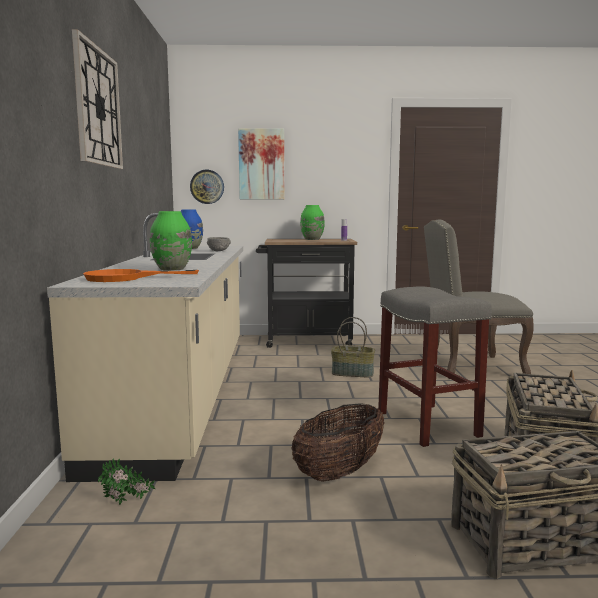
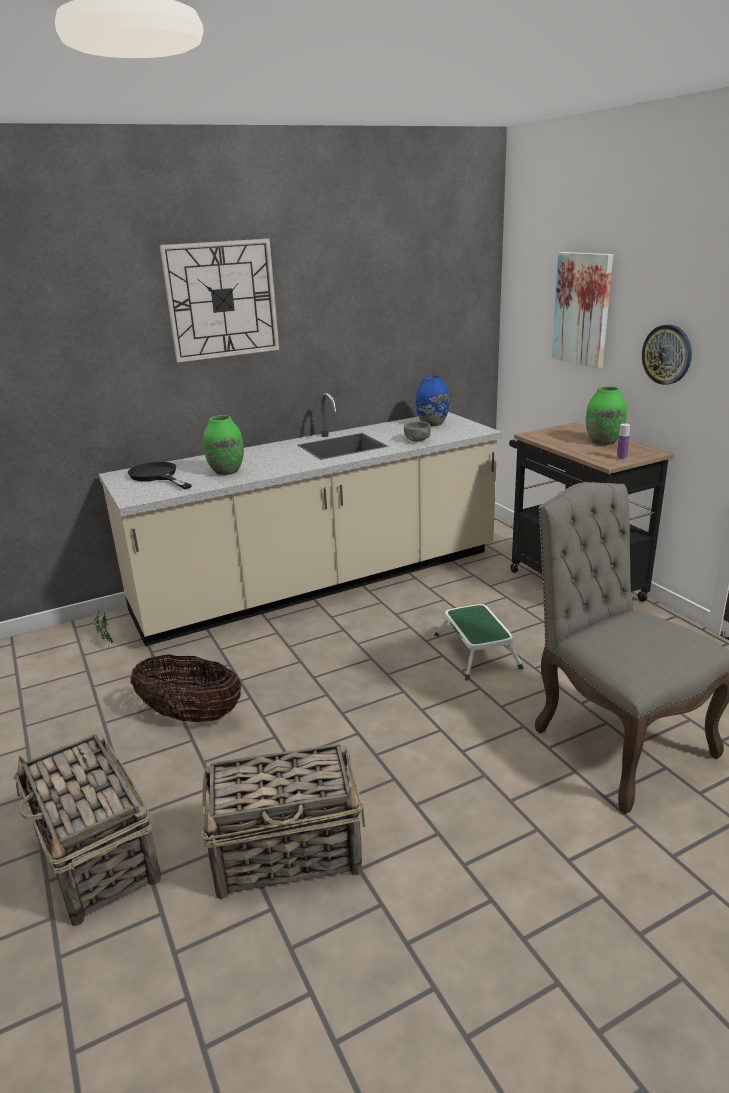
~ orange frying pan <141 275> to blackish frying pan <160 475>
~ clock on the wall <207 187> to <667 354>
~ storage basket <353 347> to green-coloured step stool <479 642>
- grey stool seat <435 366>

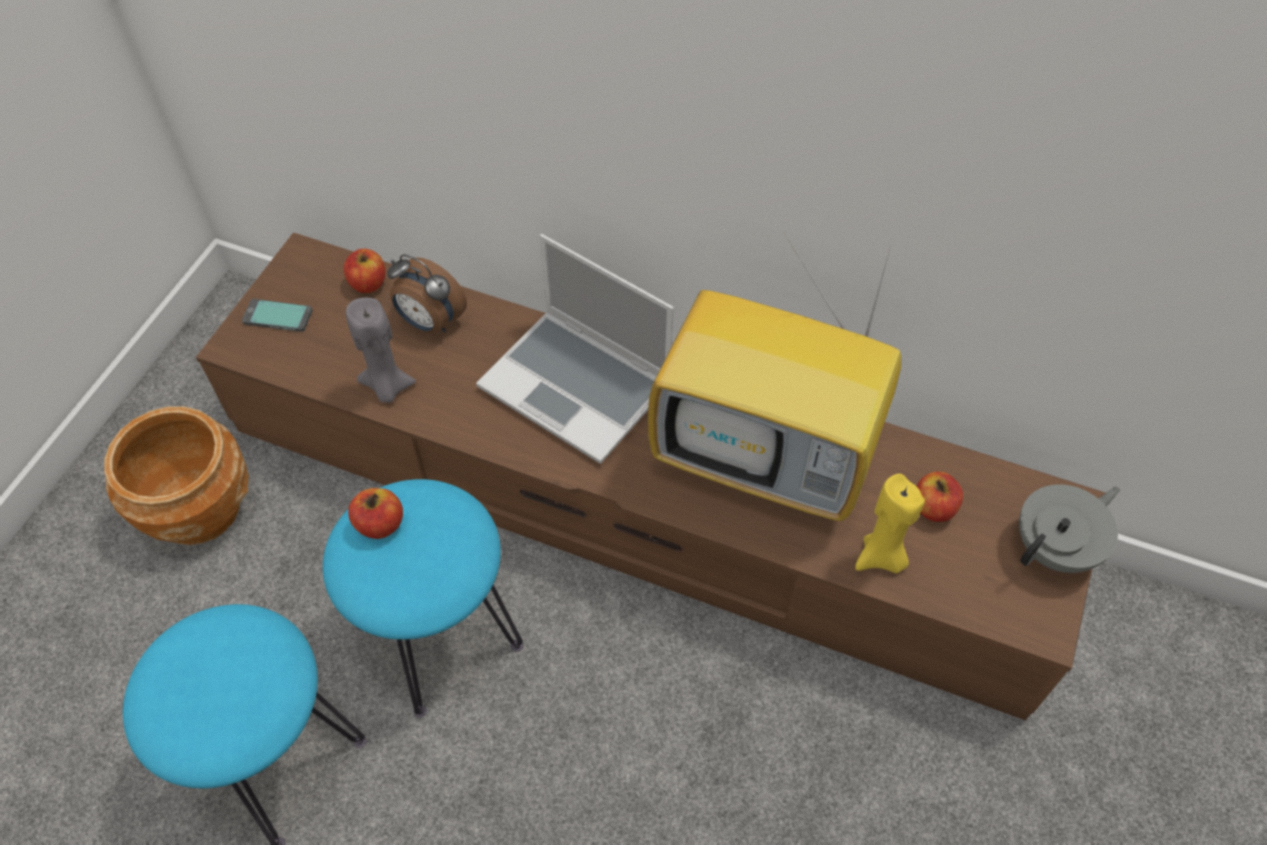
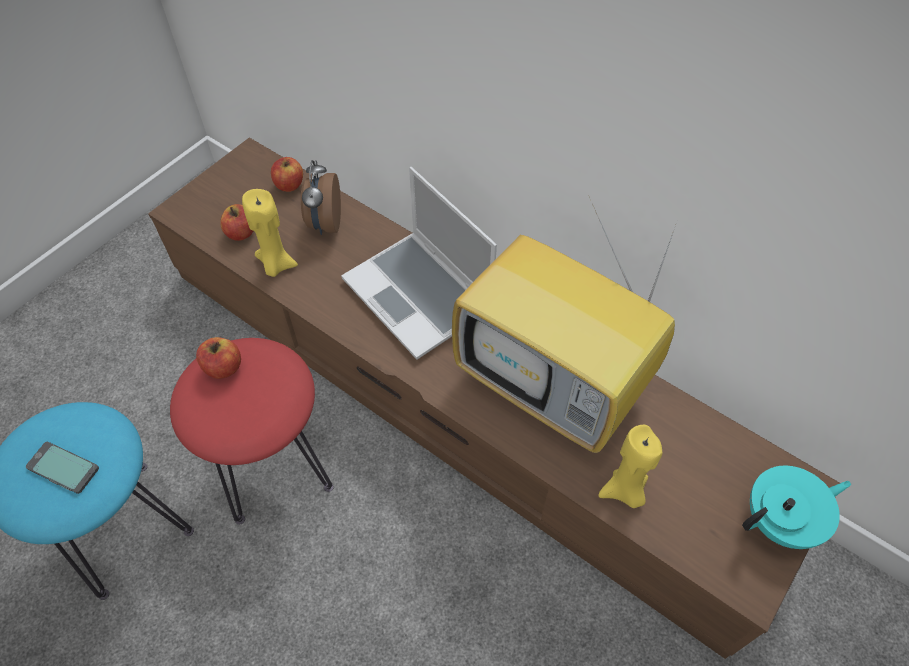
- brownish flower pot <176 475>
~ telephone <277 315> to <62 468>
~ turquoise-coloured stool seat <423 598> to red stool seat <252 431>
~ grey candle <381 350> to yellowish candle <270 233>
~ table clock <427 293> = <321 197> 45 degrees clockwise
~ apple fruit <940 497> to <236 222>
~ grey pot for tea <1069 528> to turquoise-coloured pot for tea <796 507>

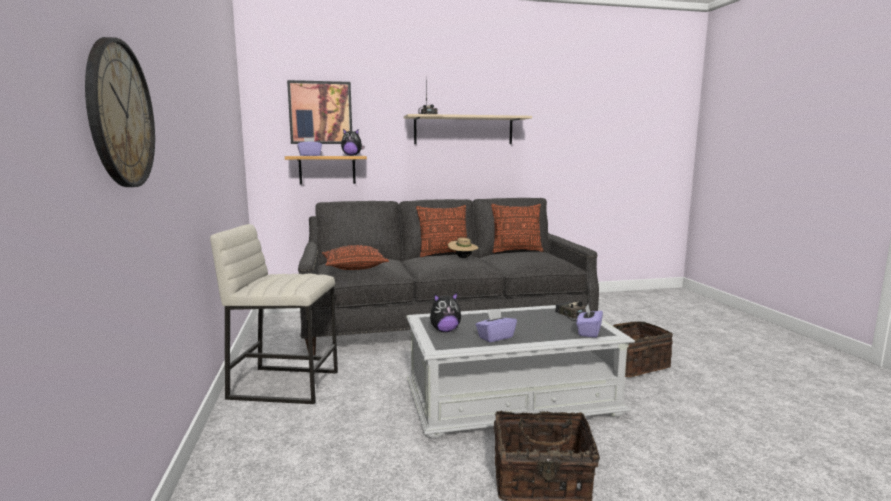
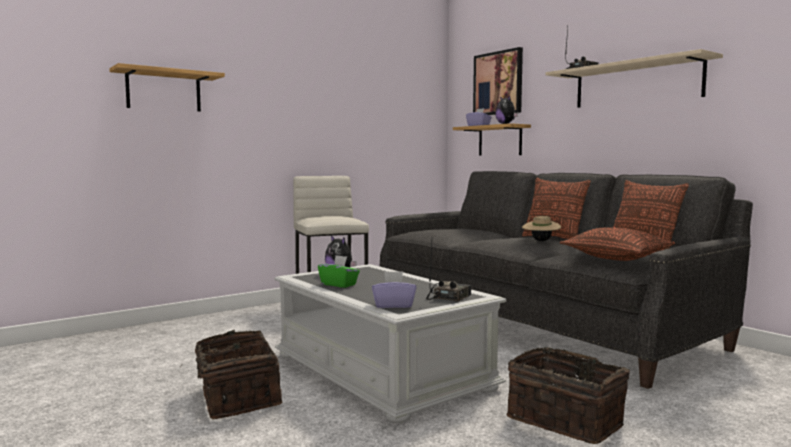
~ clock on the wall <120 112> to bracket shelf <167 87>
~ brownish throw pillow <355 257> to <617 244>
~ purple-coloured tissue box <496 325> to green-coloured tissue box <339 271>

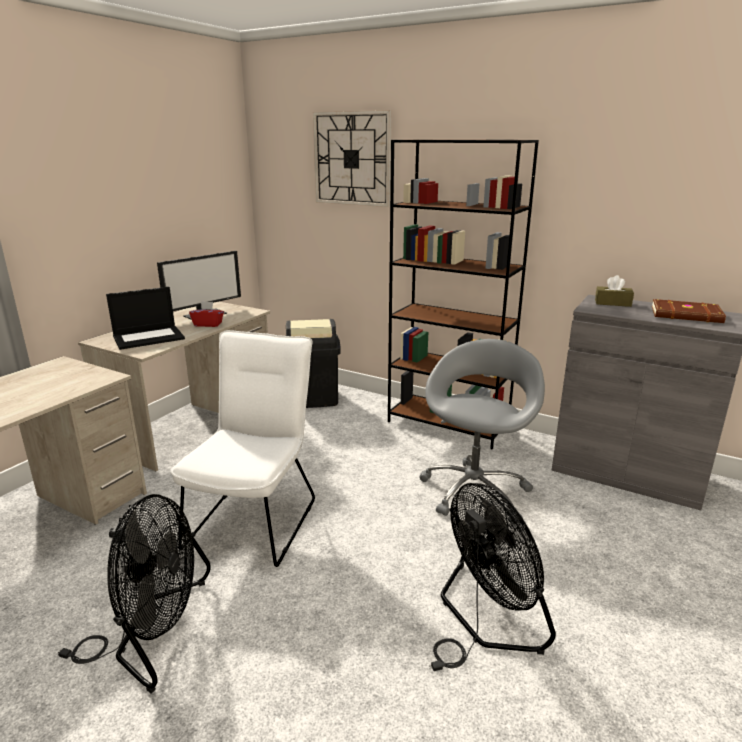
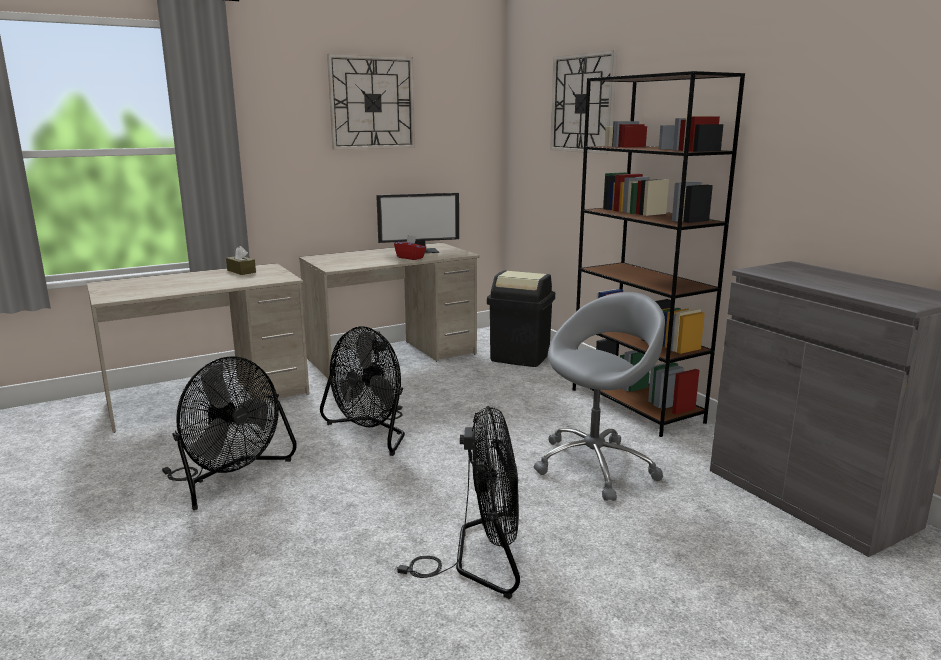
- notebook computer <145 318>
~ white-coloured upright chair <242 448> to blackish fan <362 391>
~ brownish tissue box <614 291> to <241 260>
- brownish bound book <689 311>
+ clock on the wall <371 102>

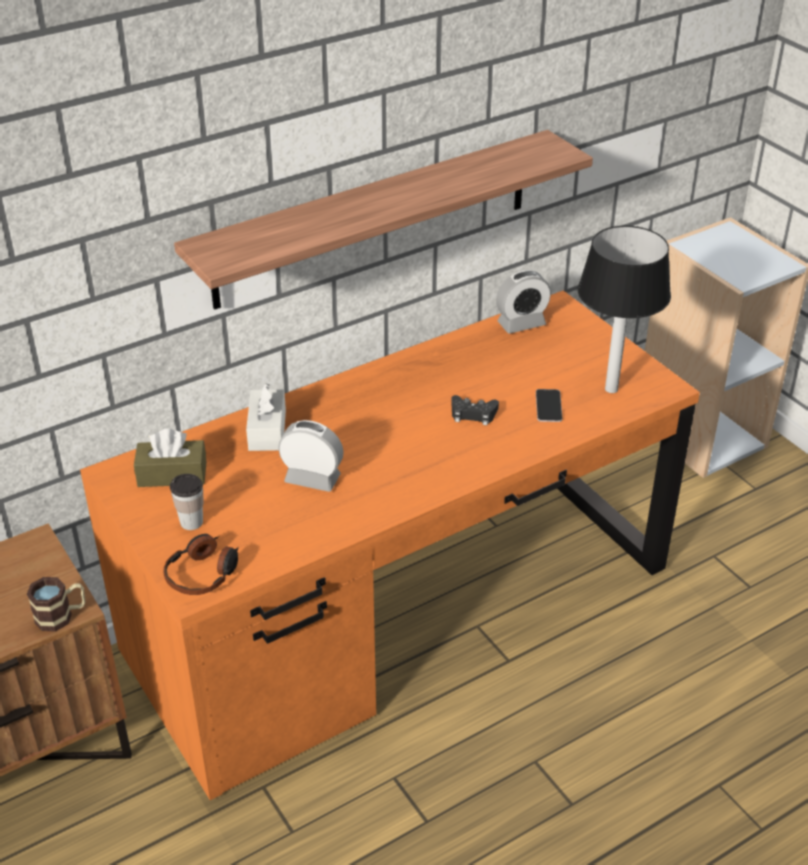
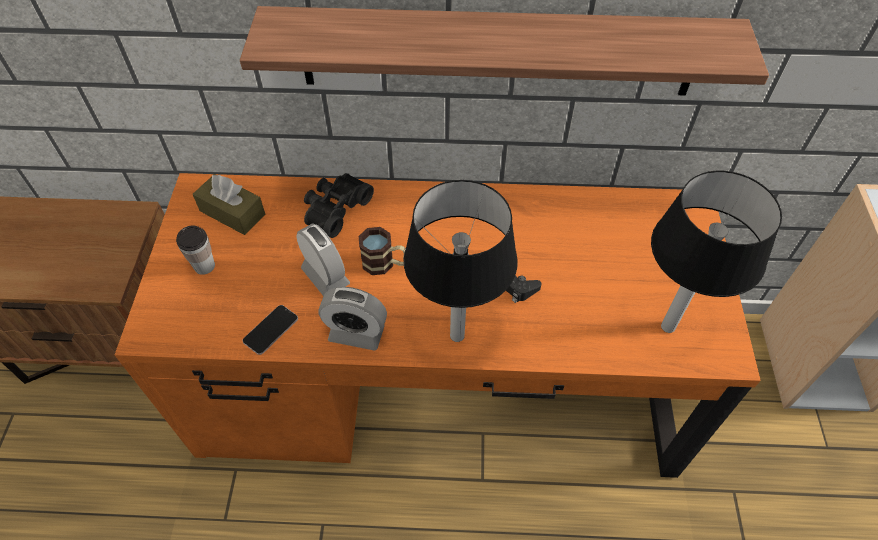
~ mug <56 604> to <382 251>
- headphones <201 564>
~ white-coloured tissue box <266 417> to blackish binoculars <339 205>
~ table clock <523 302> to <352 319>
~ telephone <549 405> to <270 330>
+ tabletop lamp <460 261>

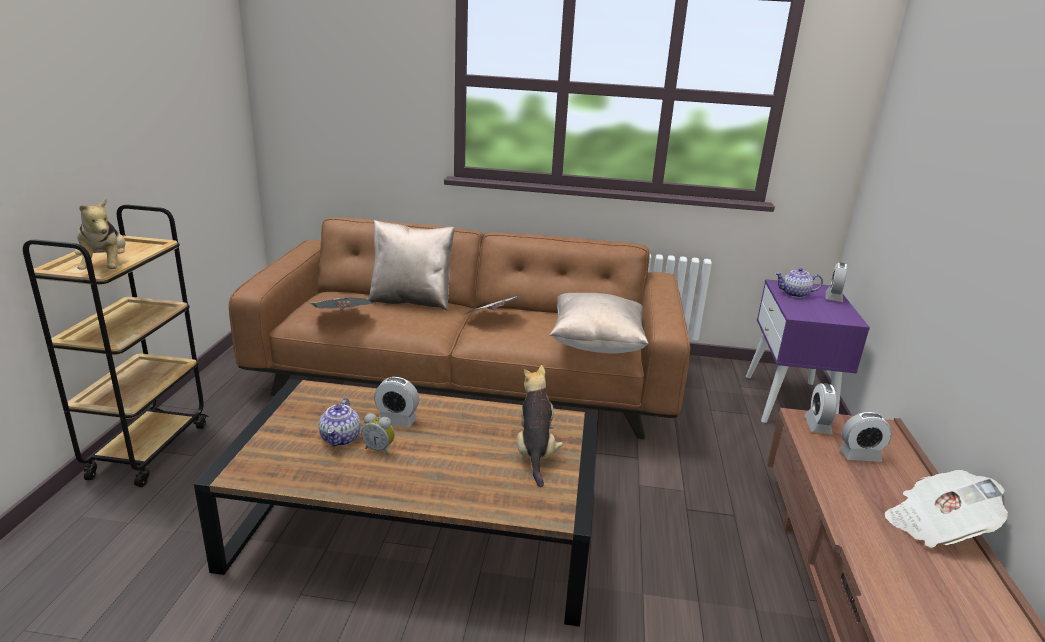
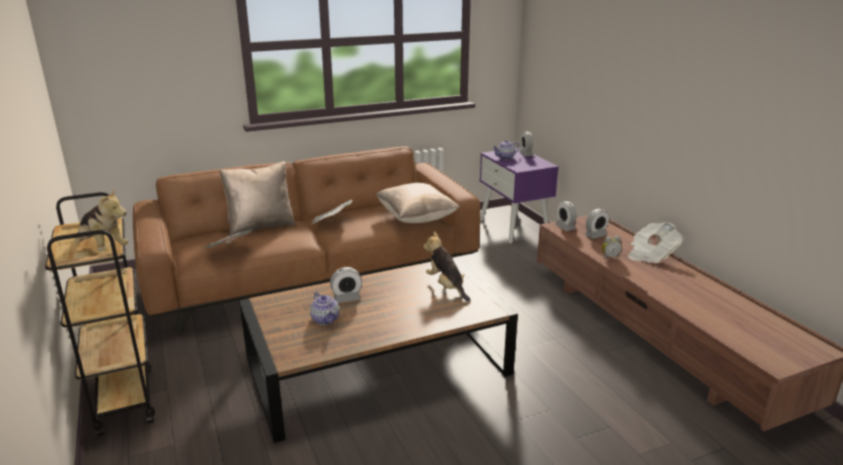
~ table clock <378 434> to <612 247>

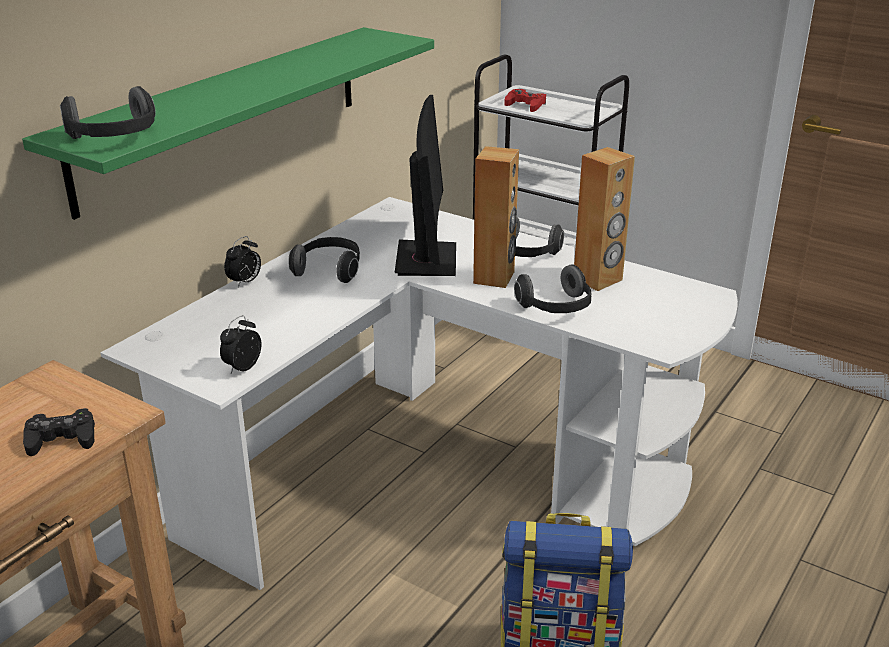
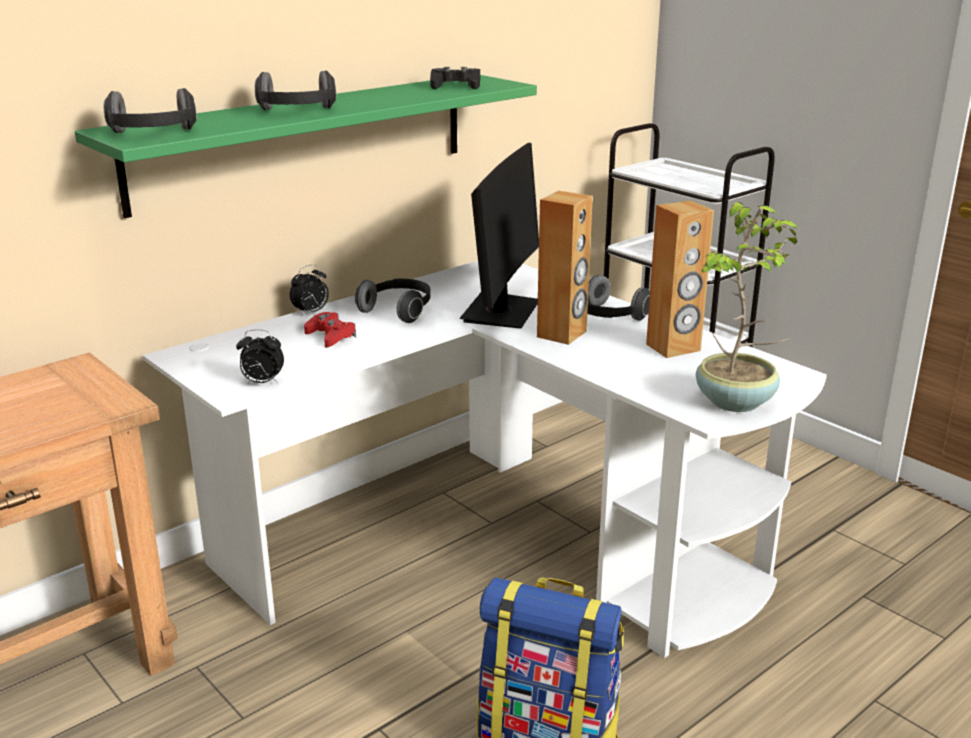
~ blackish gamepad <59 432> to <455 78>
~ table clock <240 344> = <260 356> 135 degrees counterclockwise
~ red gamepad <525 100> to <330 330>
~ headphones <552 288> to <295 90>
+ plant in a pot <747 307>

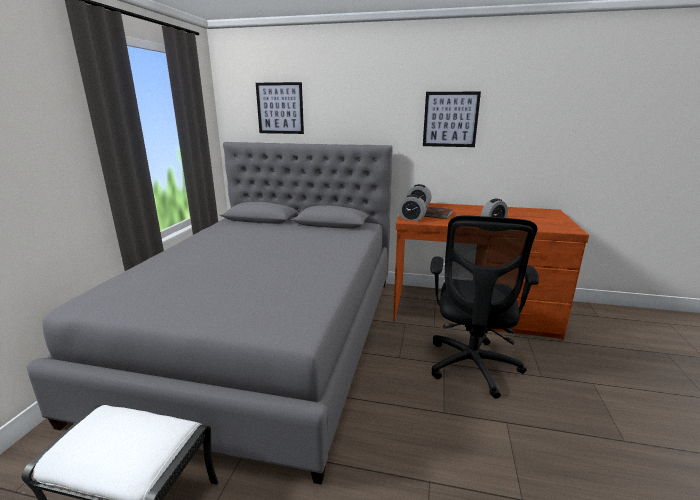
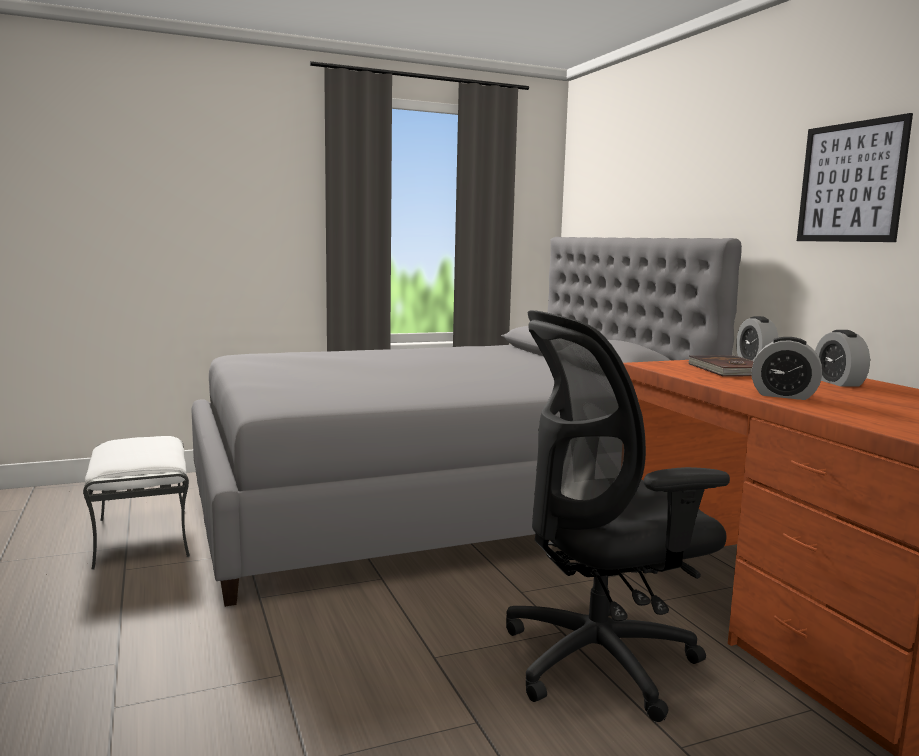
- wall picture <280 108>
~ table clock <412 208> to <842 358>

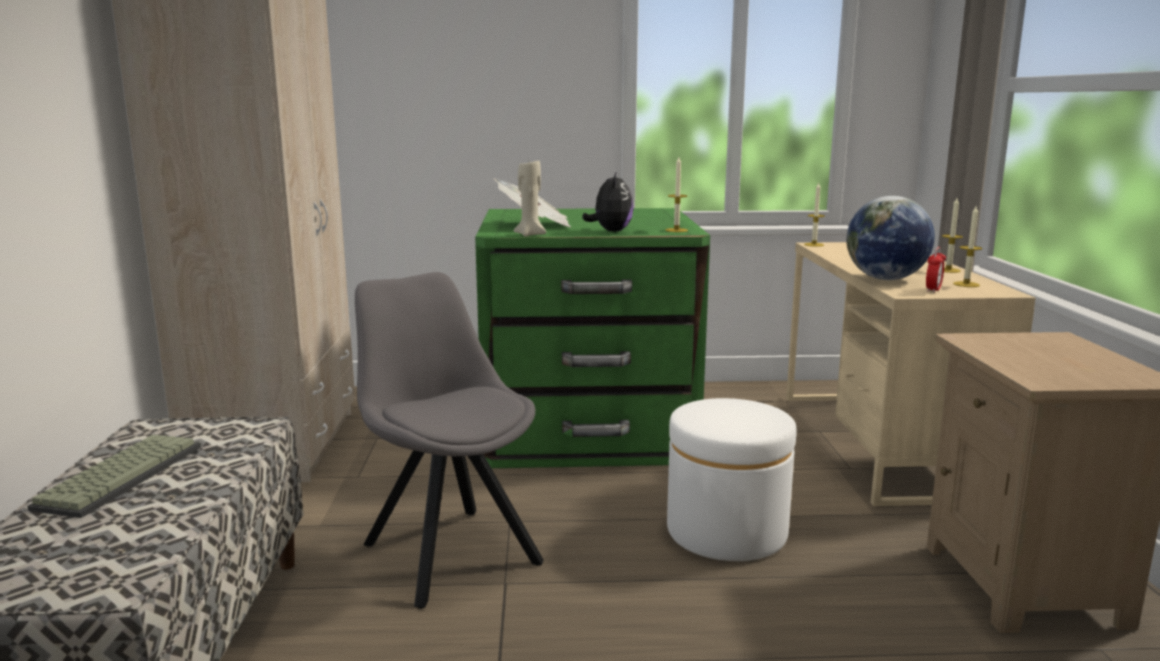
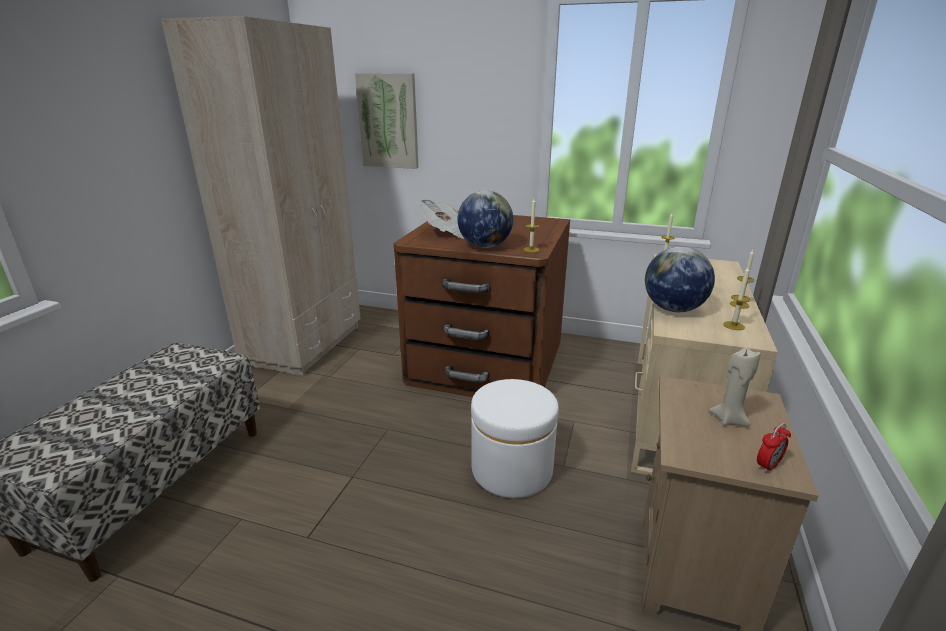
- PC keyboard <114 476>
- grey upright chair <449 440>
~ green-coloured dresser <592 338> to brownish dresser <482 304>
~ beige candle <530 198> to <734 386>
~ cuddly toy <607 201> to globe <485 219>
~ table clock <936 270> to <774 448>
+ wall picture <387 121>

